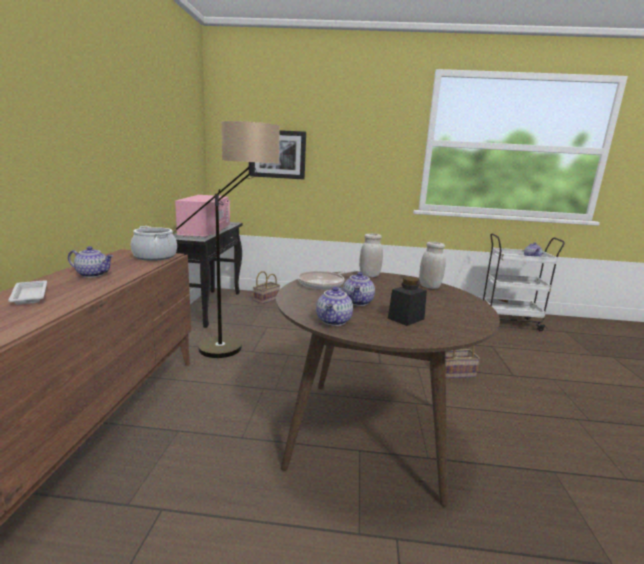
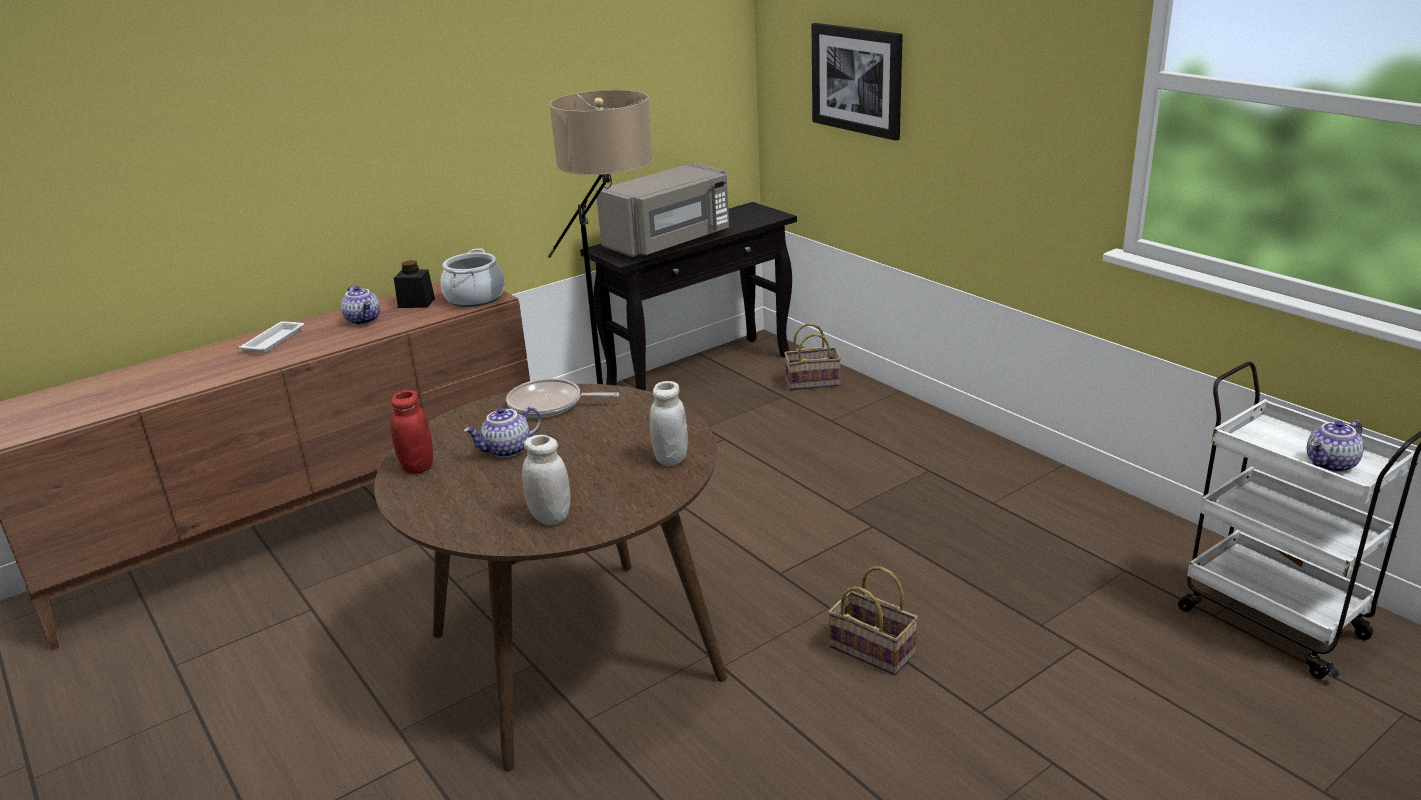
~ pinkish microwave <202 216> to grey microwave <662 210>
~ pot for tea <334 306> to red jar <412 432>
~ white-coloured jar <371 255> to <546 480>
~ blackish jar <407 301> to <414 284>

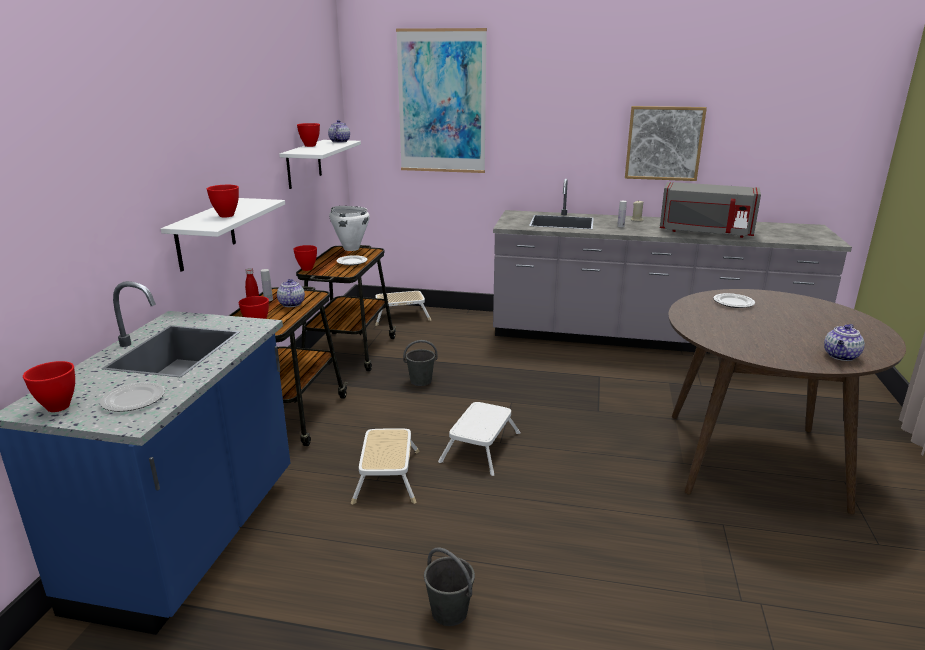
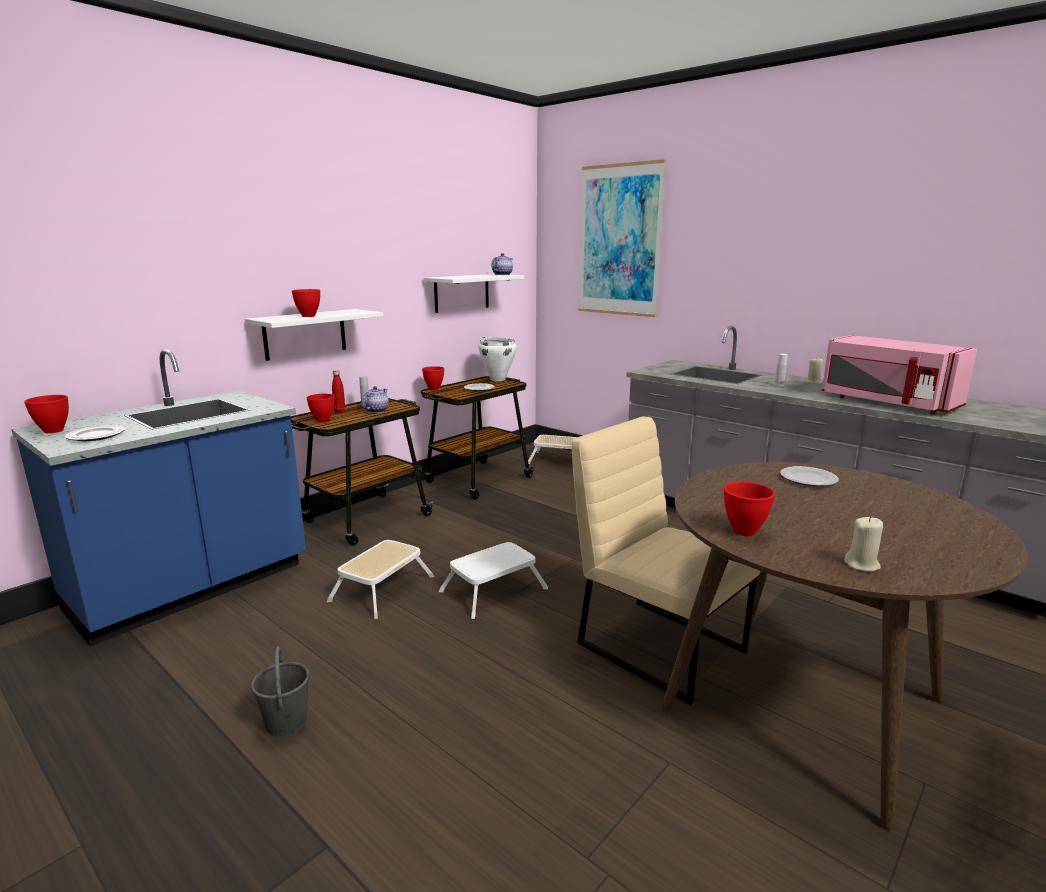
~ red serving bowl <308 135> to <749 509>
- grey pail <420 363>
- wall picture <666 143>
~ grey microwave <710 210> to pinkish microwave <899 374>
~ pot for tea <844 342> to beige candle <863 544>
+ beige upright chair <666 561>

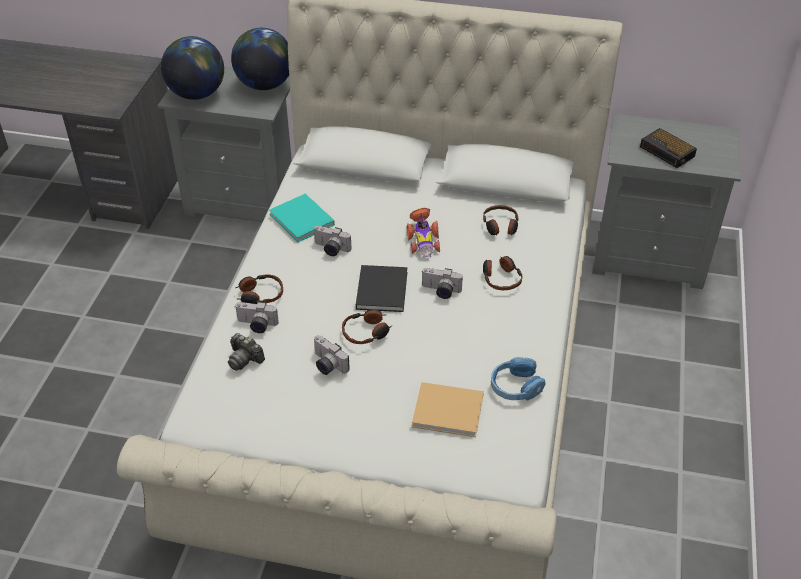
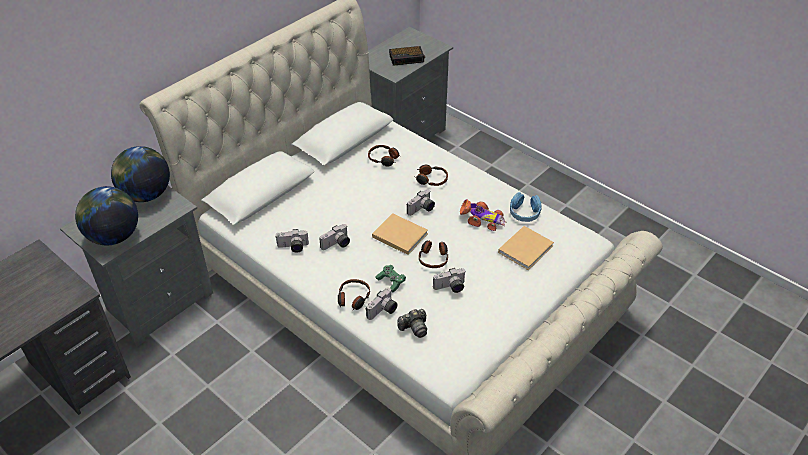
~ turquoise-coloured bound book <302 218> to still camera <292 241>
~ blackish bound book <381 288> to beige bound book <400 234>
~ miniature car <423 232> to <483 215>
+ green-coloured gamepad <391 278>

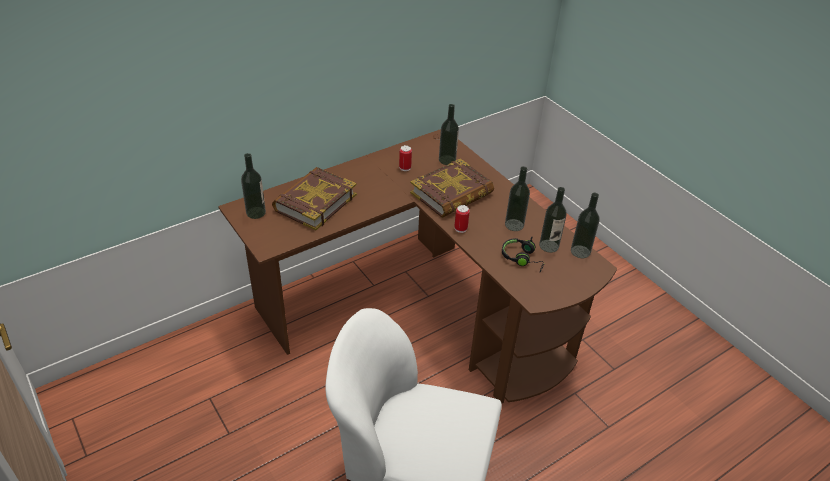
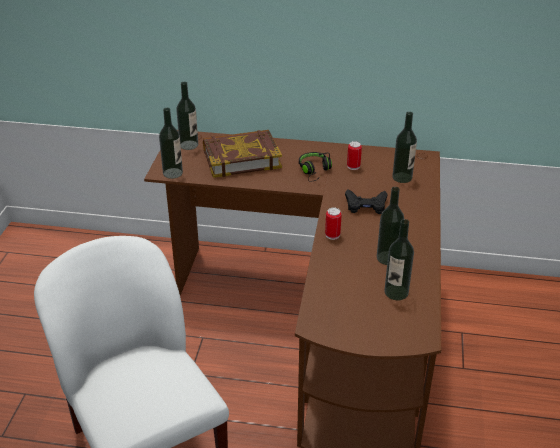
~ bound book <452 188> to blackish gamepad <366 201>
~ blackish headphones <523 254> to <315 167>
~ beverage bottle <585 225> to <171 143>

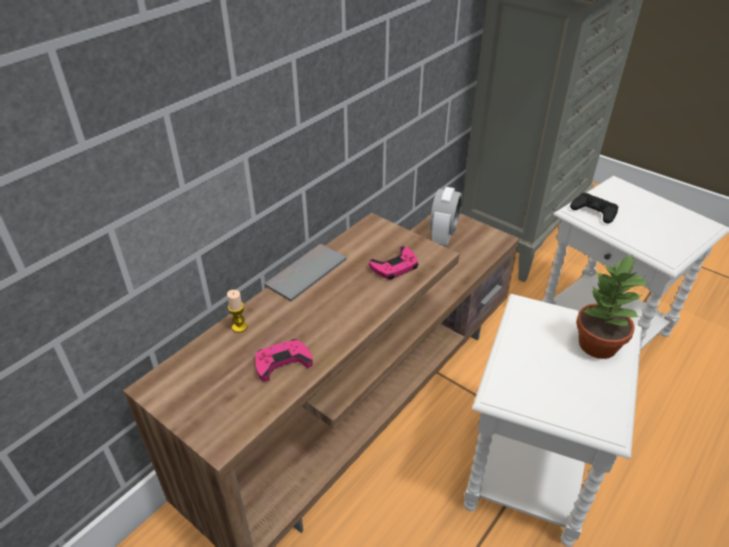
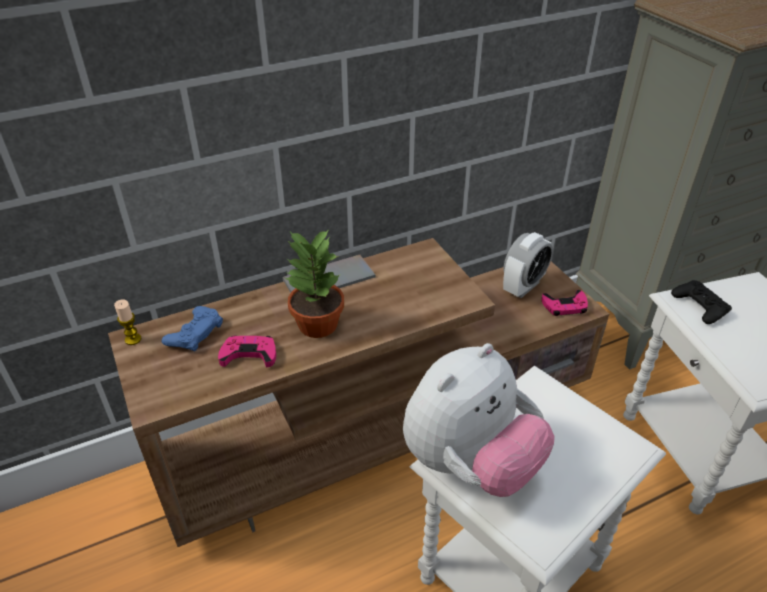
~ candle <237 311> to <127 322>
~ pinkish gamepad <393 263> to <564 303>
~ plant in a pot <612 306> to <314 284>
+ bluish gamepad <192 328>
+ cuddly toy <479 420>

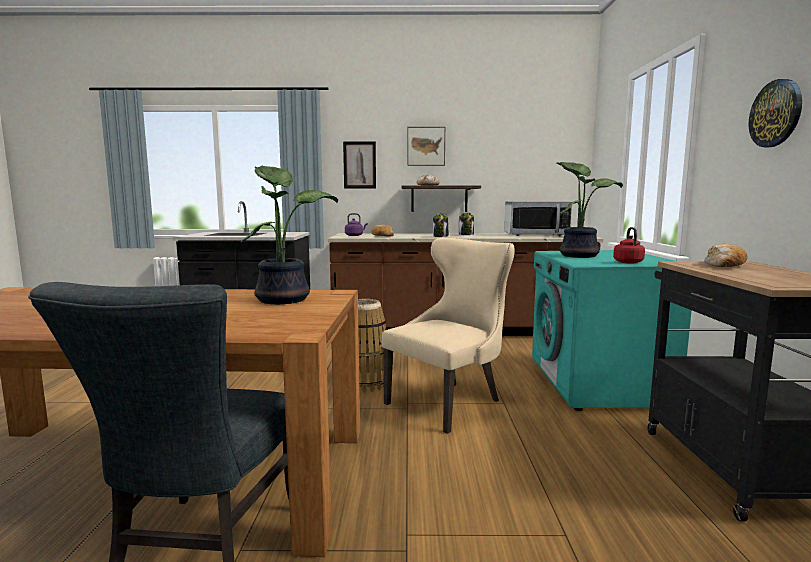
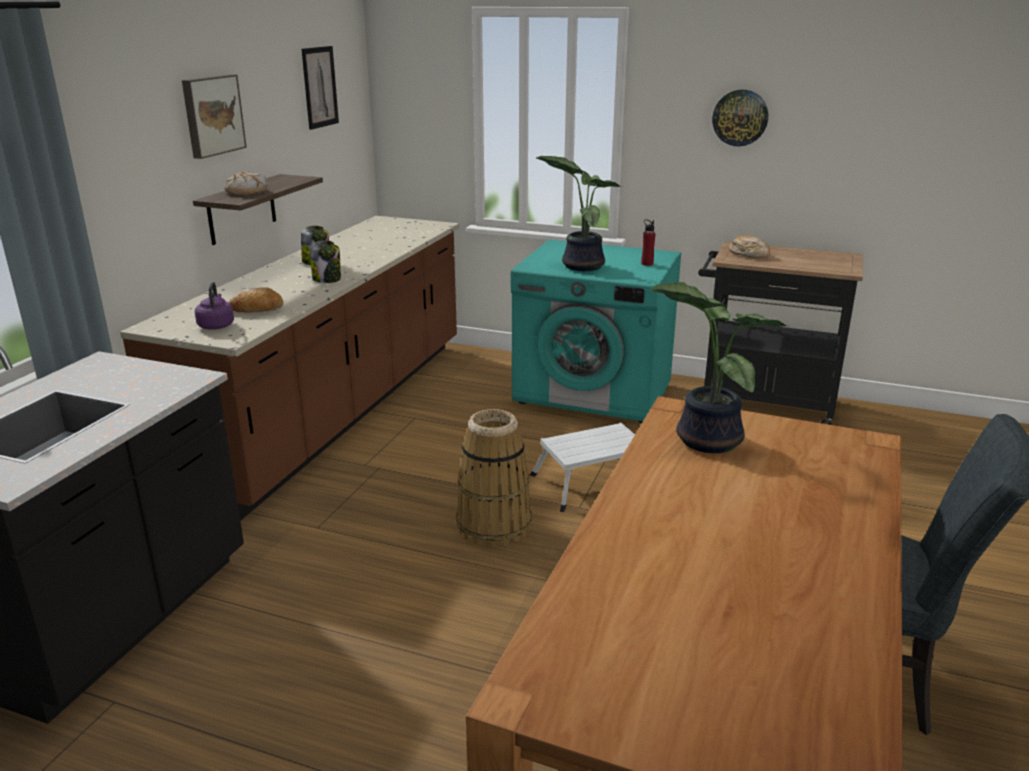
~ wall picture <359 164> to <320 88>
~ beige upright chair <448 335> to white-coloured step stool <582 467>
- microwave <538 218>
~ red water kettle <629 245> to red beverage bottle <648 242>

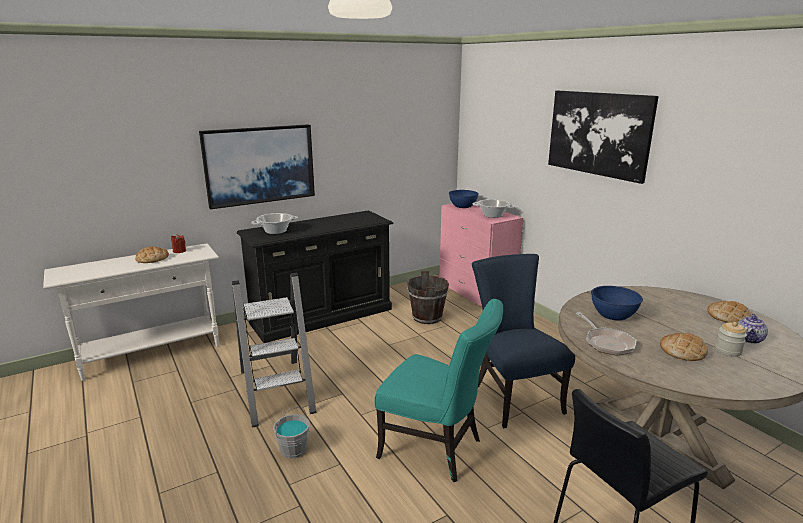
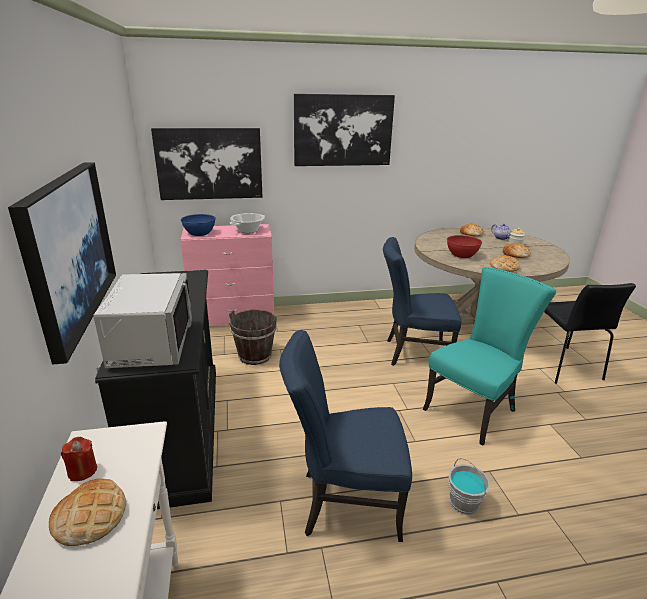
~ grey step stool <274 350> to bluish upright chair <345 436>
~ saucepot <274 223> to grey microwave <142 320>
~ frying pan <605 334> to bread <505 264>
~ bluish serving bowl <617 303> to red serving bowl <464 246>
+ wall picture <207 164>

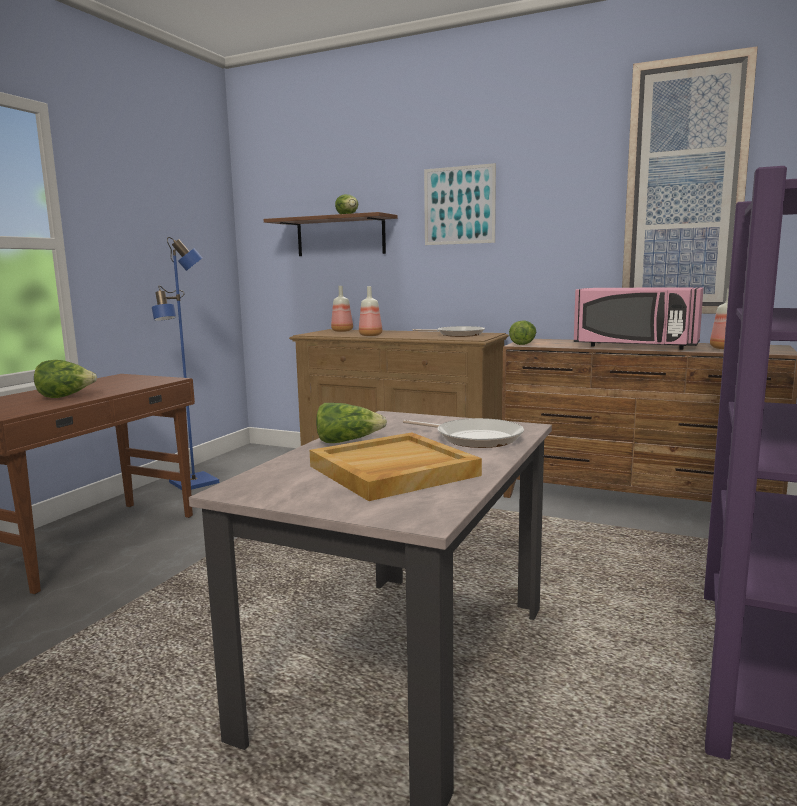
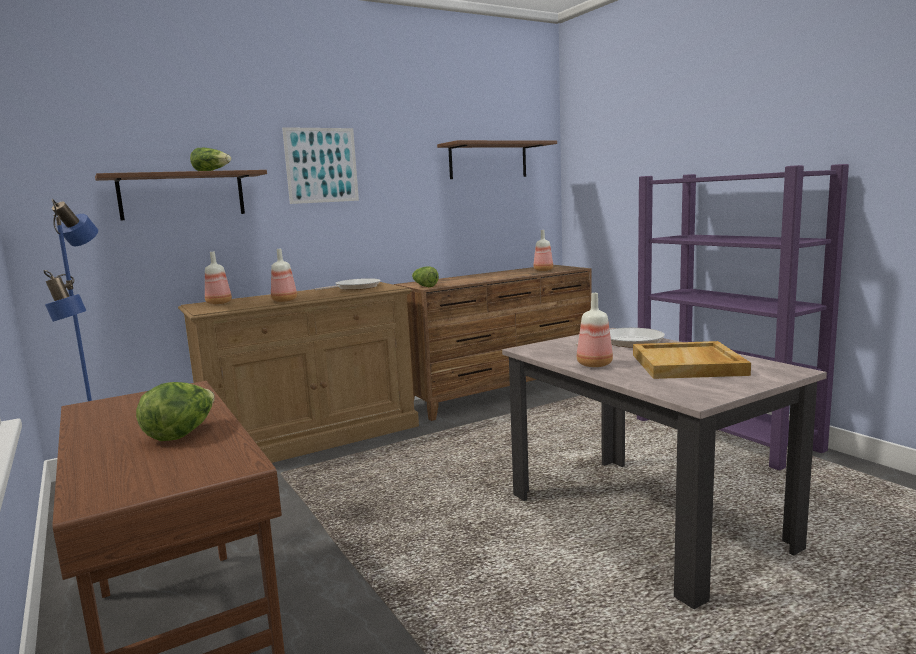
~ lettuce <351 423> to beverage bottle <595 330>
- pinkish microwave <639 318>
~ wall picture <690 180> to brownish bracket shelf <497 159>

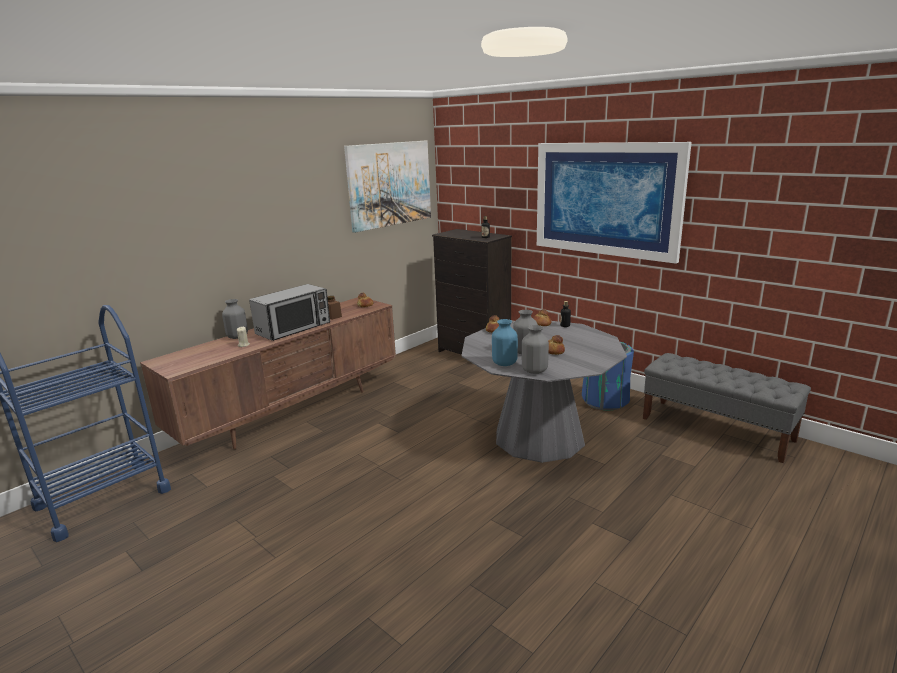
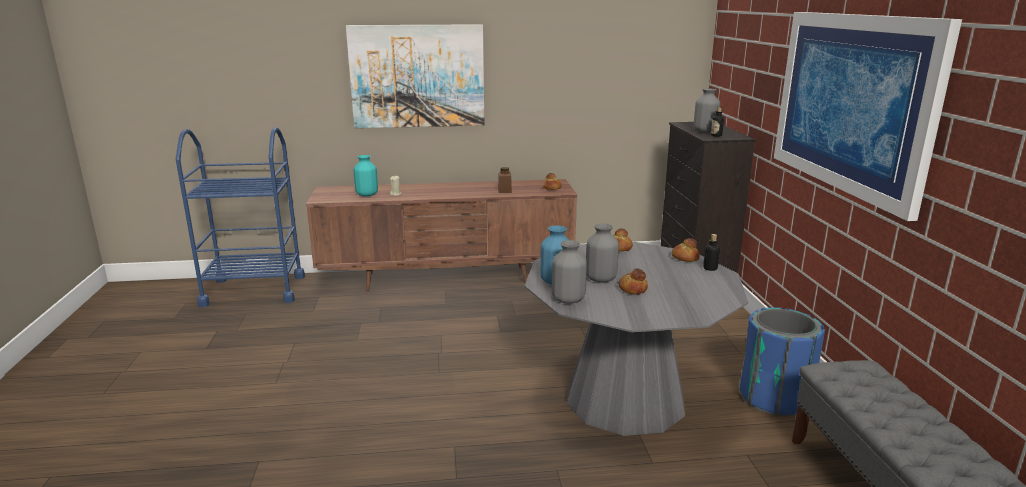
~ grey decorative vase <235 319> to <707 110>
- microwave <289 312>
~ wall picture <387 187> to <415 76>
+ turquoise-coloured decorative vase <366 175>

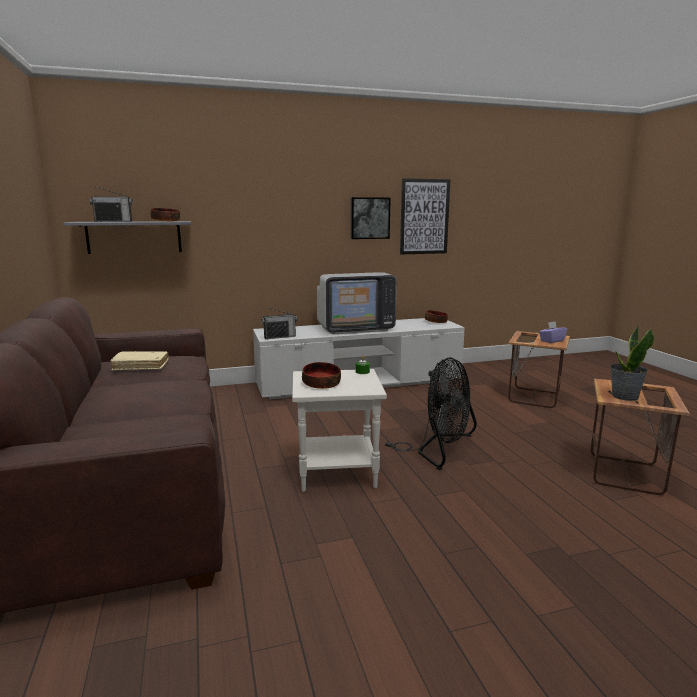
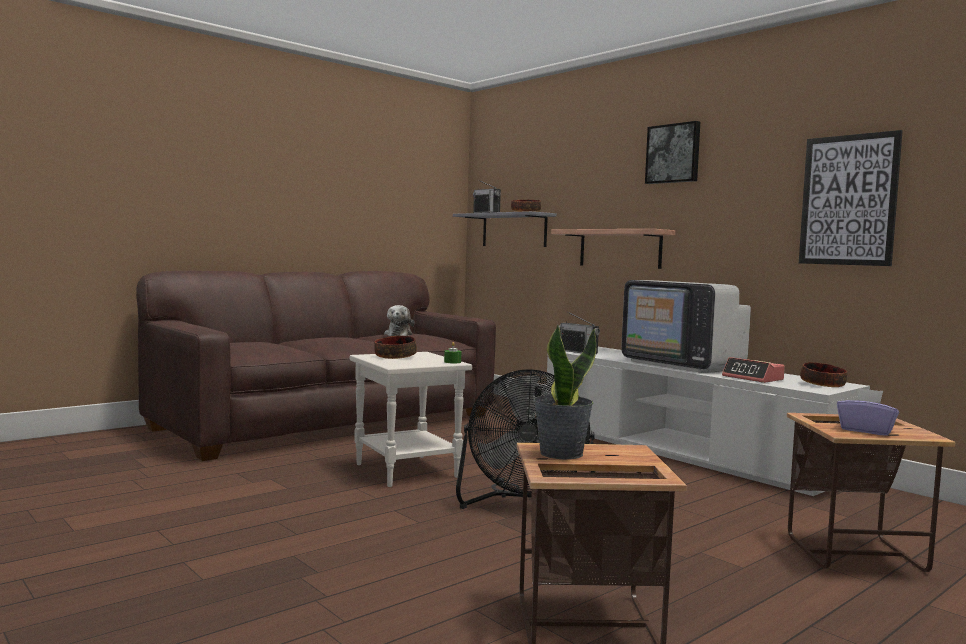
~ beige bound book <139 360> to cuddly toy <399 320>
~ wall picture <371 218> to <672 152>
+ bracket shelf <613 249>
+ table clock <753 370>

